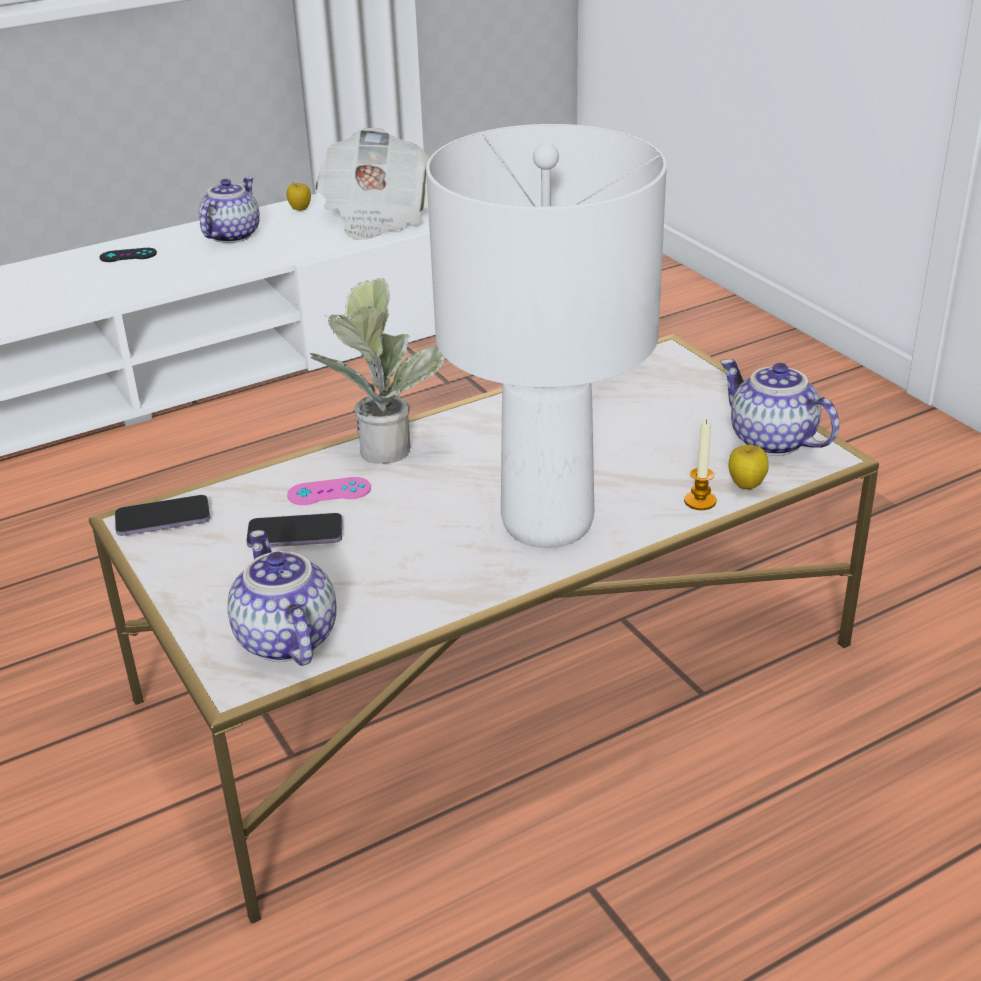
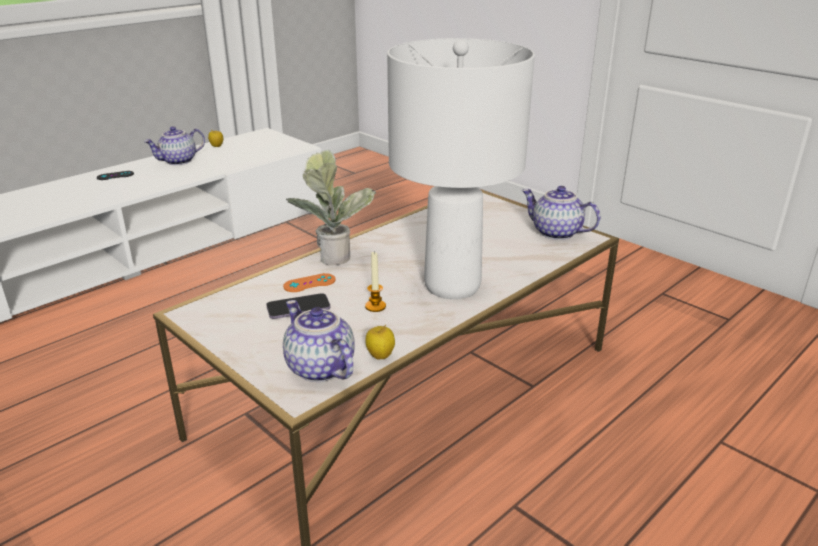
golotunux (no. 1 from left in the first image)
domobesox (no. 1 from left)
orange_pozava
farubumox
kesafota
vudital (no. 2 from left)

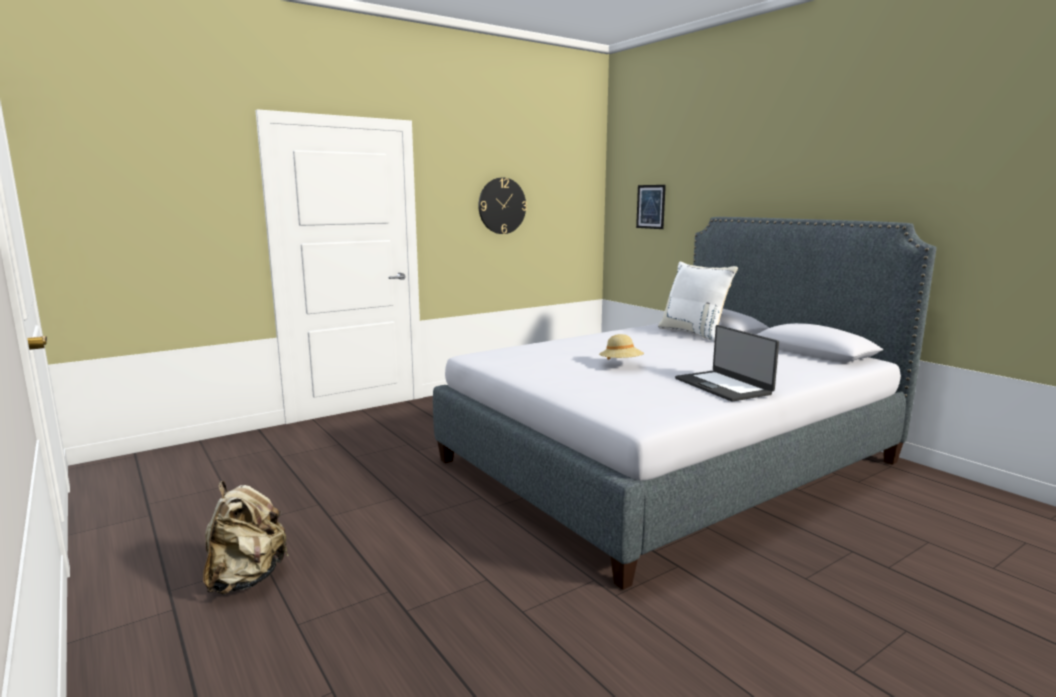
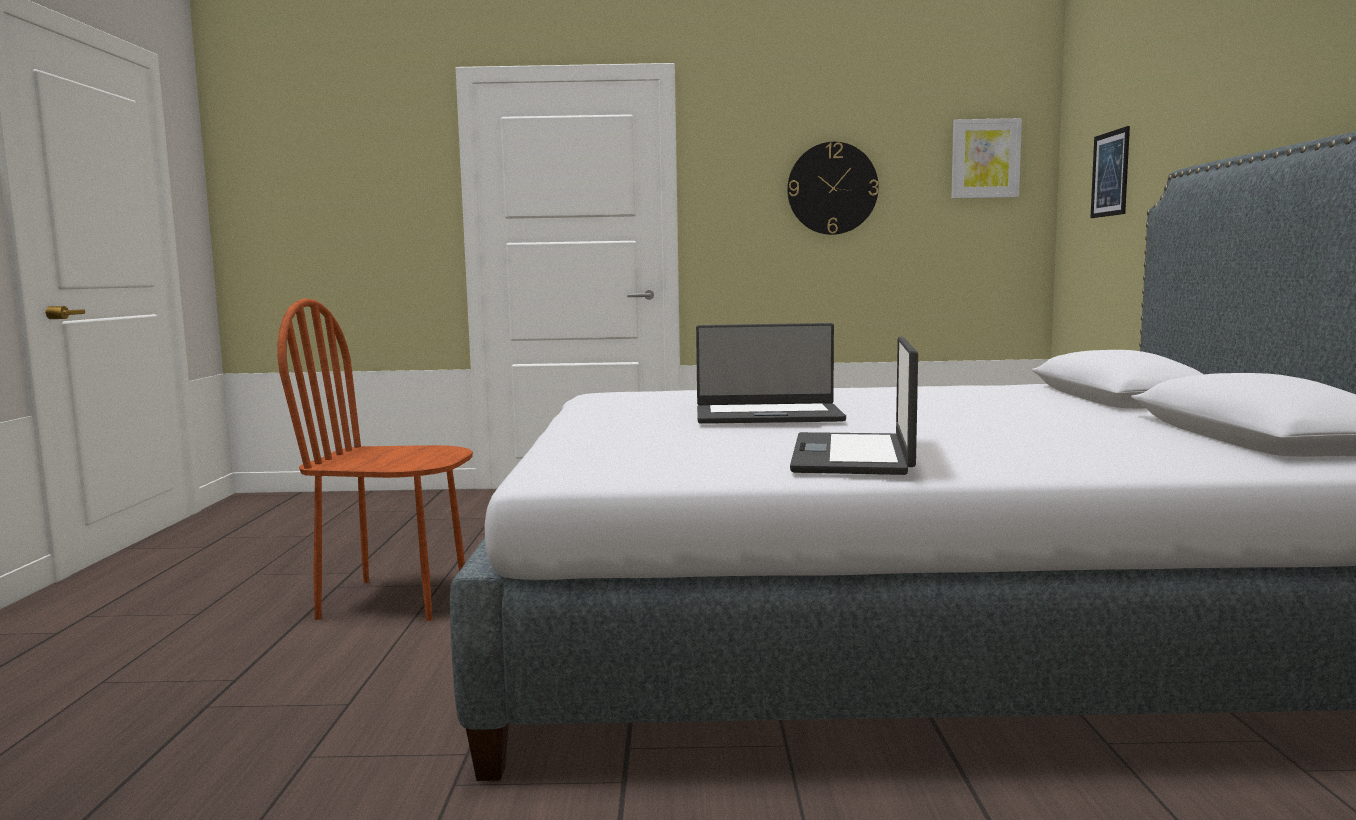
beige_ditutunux
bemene (no. 1 from left)
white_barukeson
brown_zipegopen
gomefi (no. 1 from left)

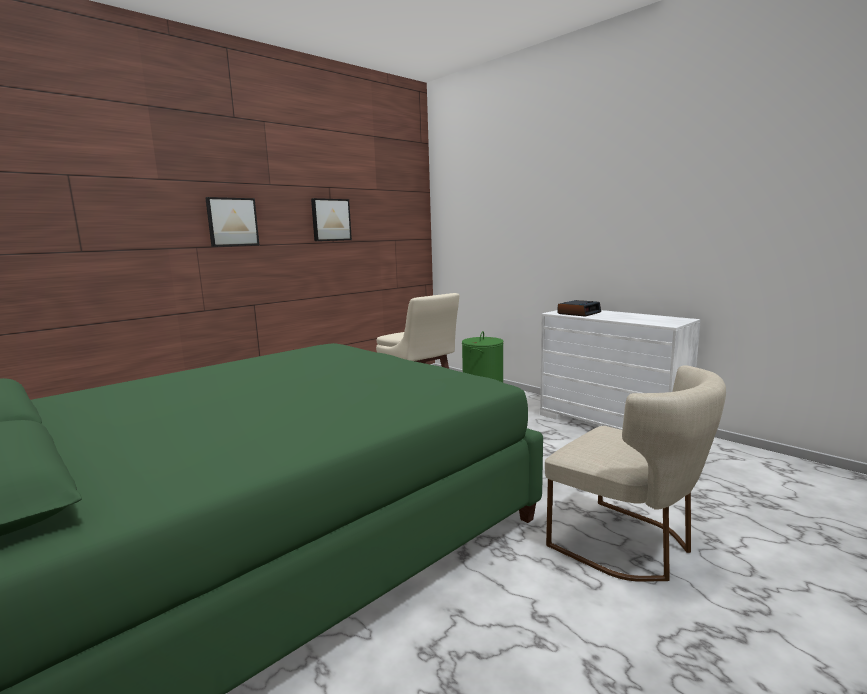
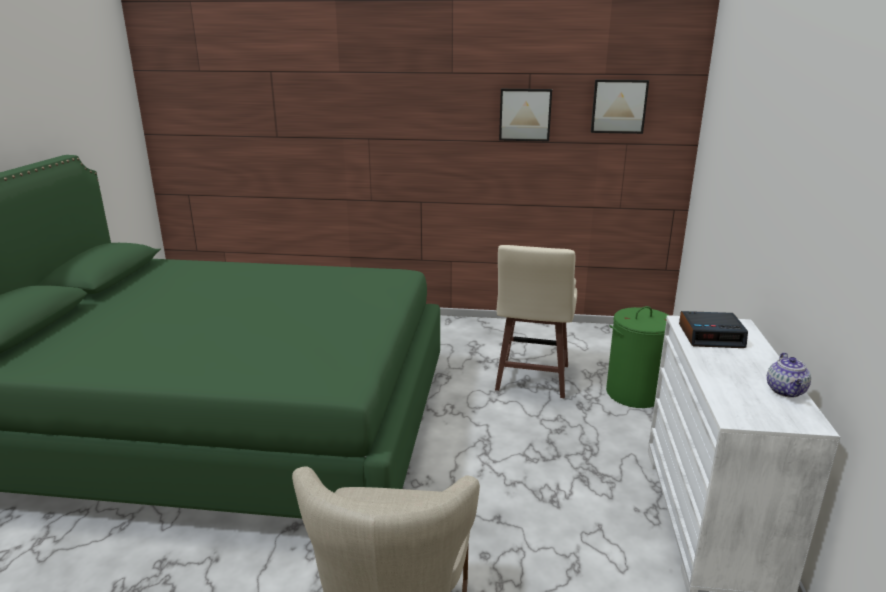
gomefi (no. 2 from left)
domobesox

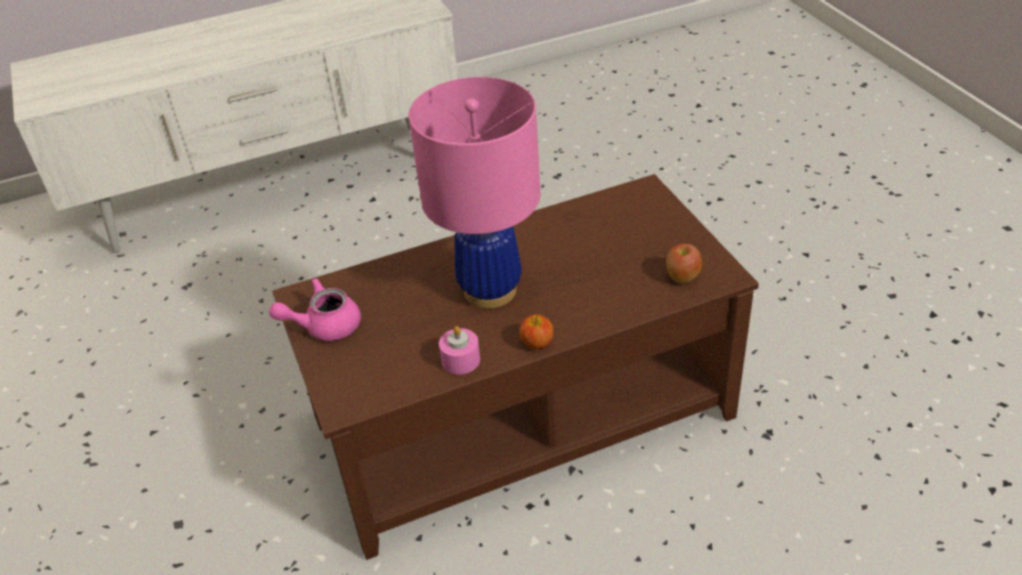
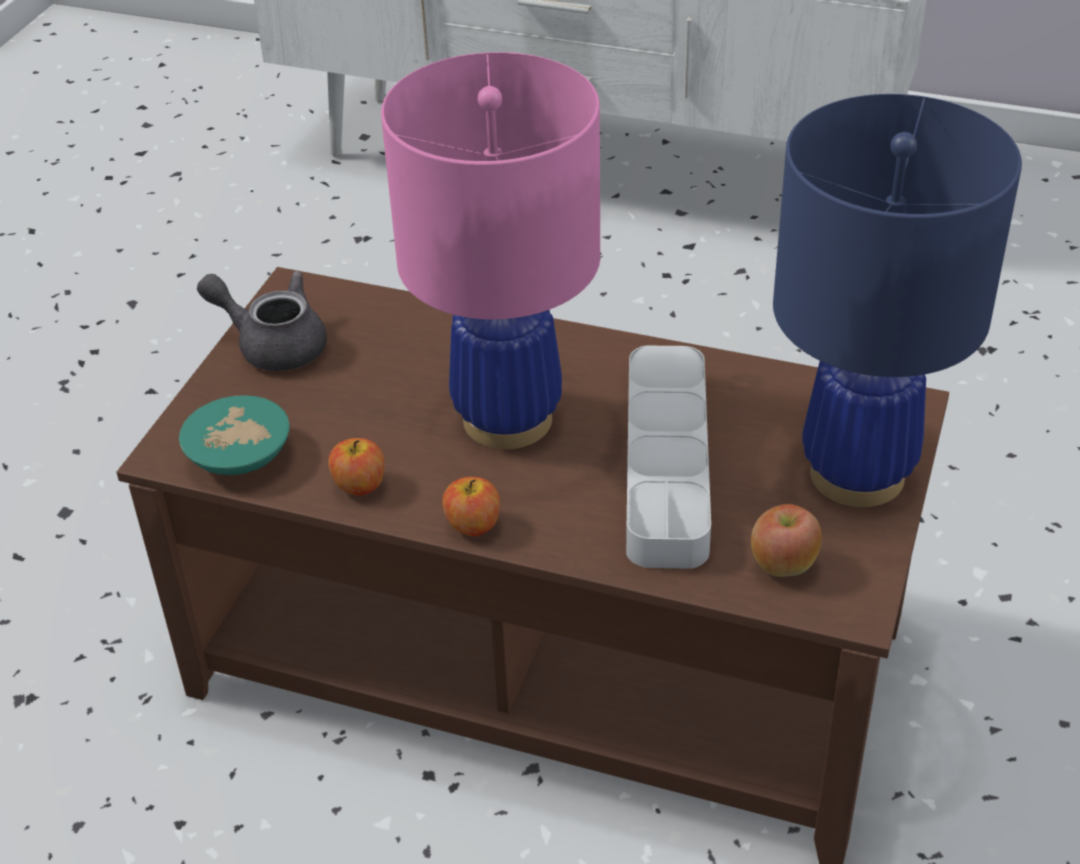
grey_domobesox
vudital (no. 1 from left)
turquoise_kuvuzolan
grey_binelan
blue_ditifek

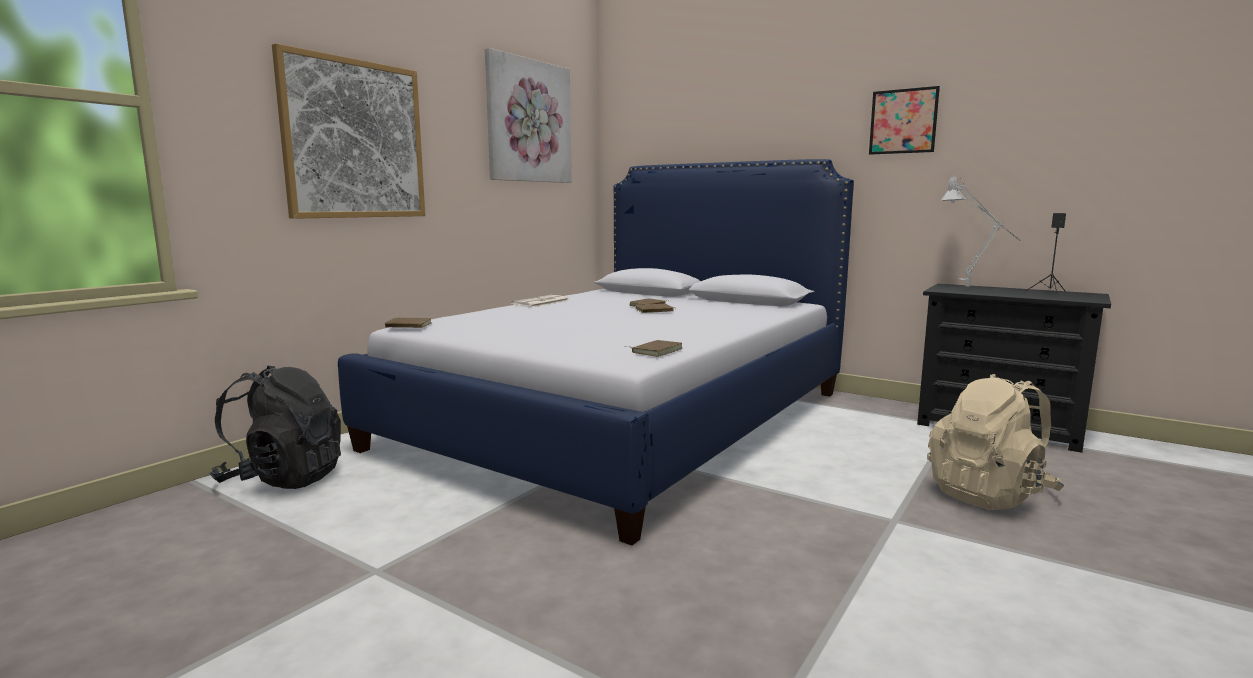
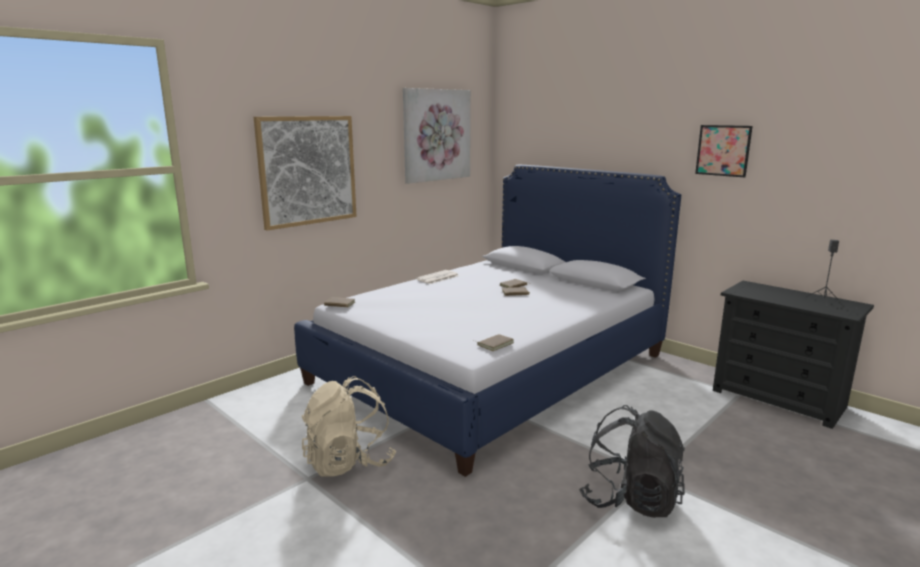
black_ditutunux
beige_ditutunux
grey_ditifek

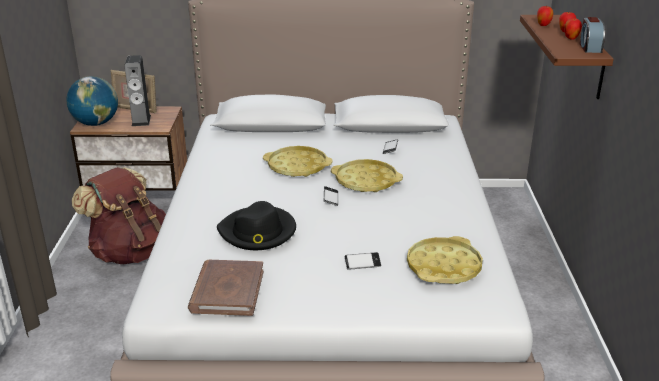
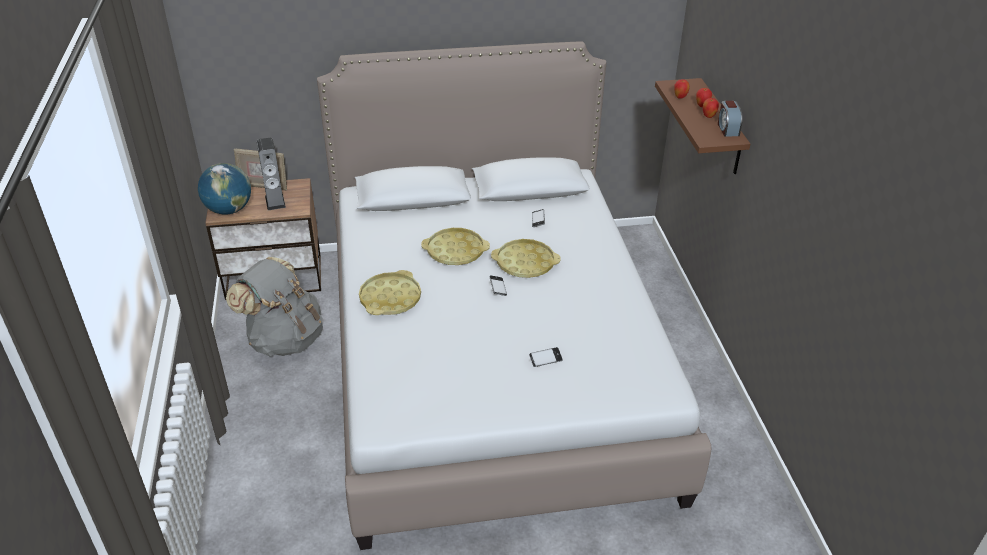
grey_ditutunux
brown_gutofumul
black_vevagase
yellow_binelan (no. 1 from left)

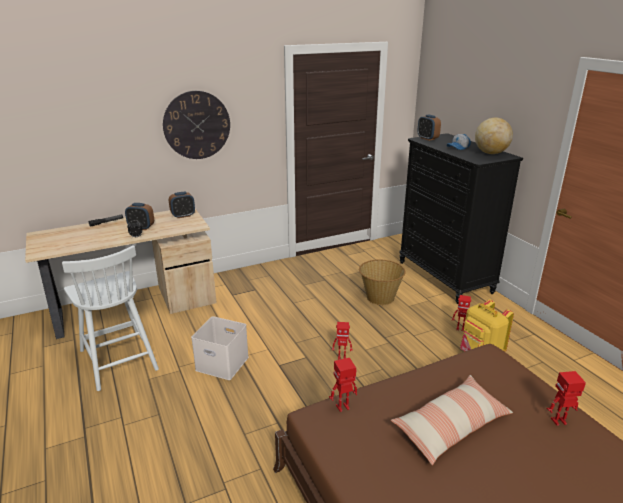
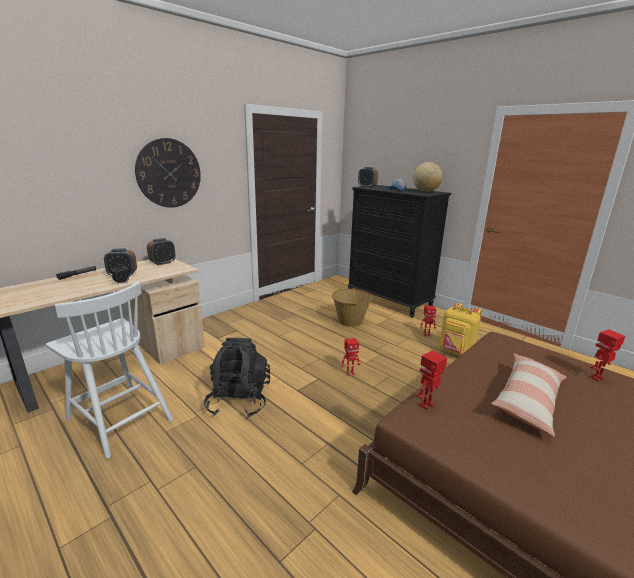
black_ditutunux

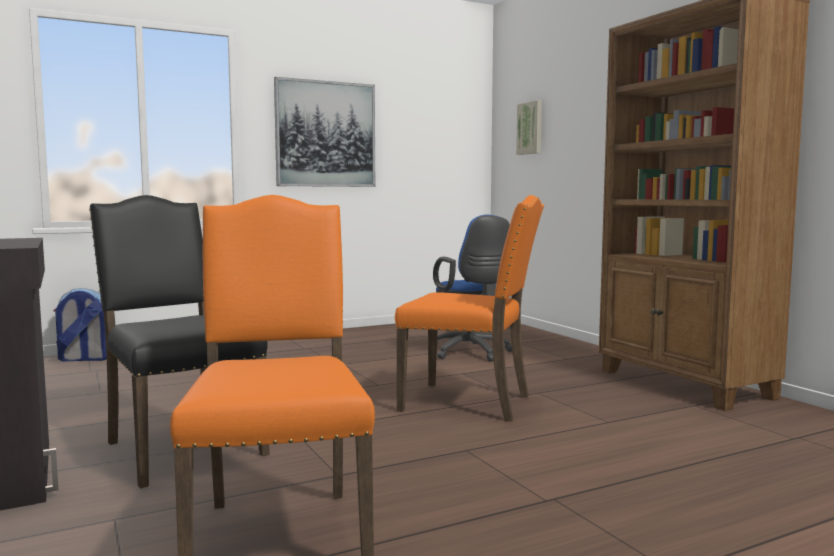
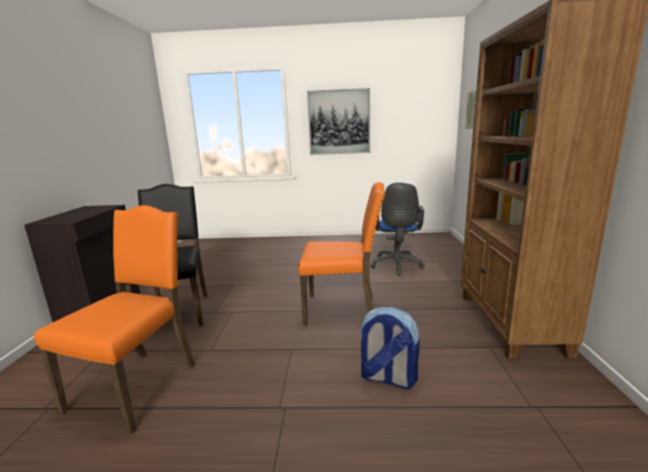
ditutunux
orange_zipegopen (no. 2 from left)

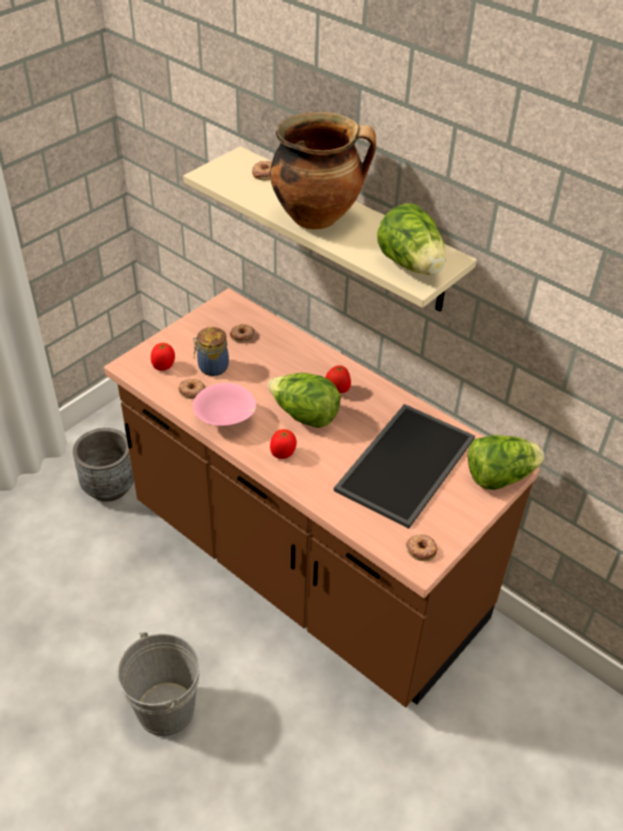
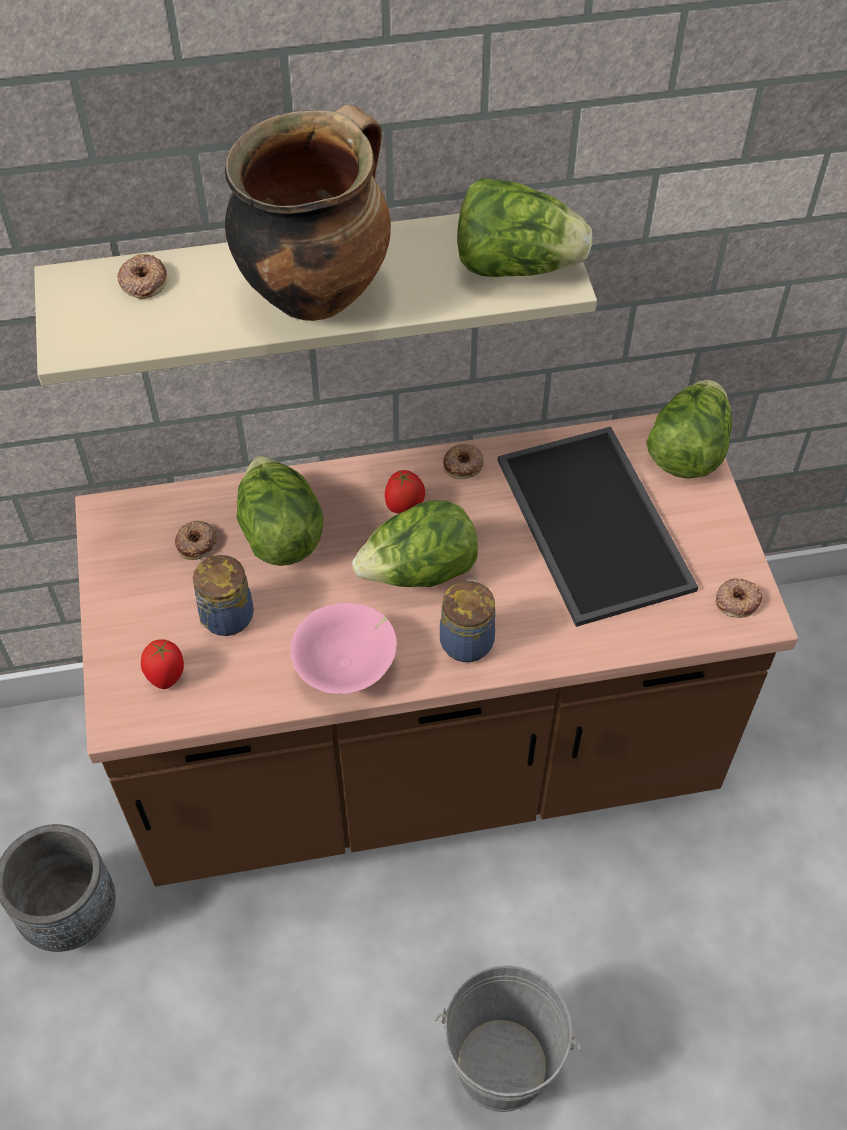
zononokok (no. 3 from left)
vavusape (no. 2 from left)
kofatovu (no. 1 from left)

